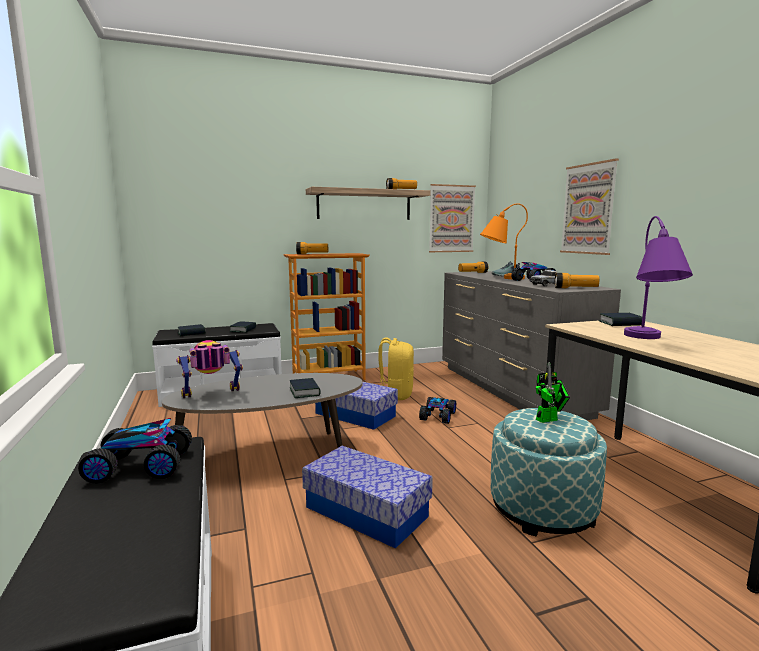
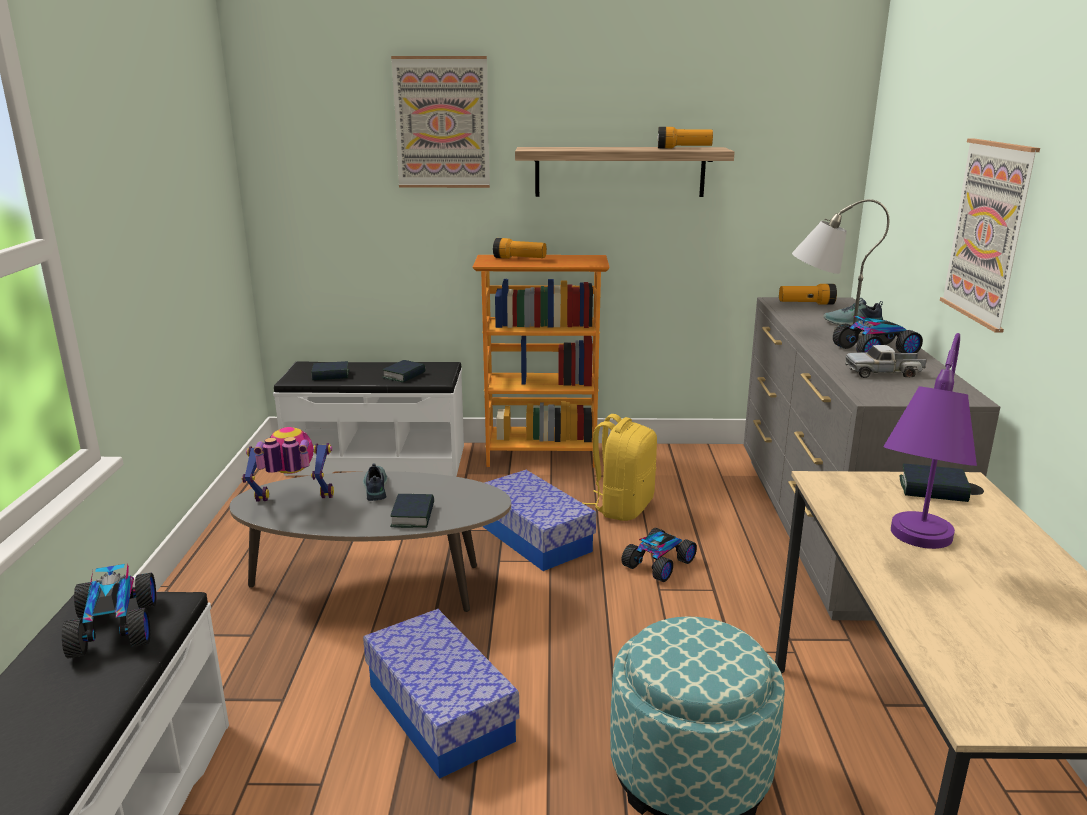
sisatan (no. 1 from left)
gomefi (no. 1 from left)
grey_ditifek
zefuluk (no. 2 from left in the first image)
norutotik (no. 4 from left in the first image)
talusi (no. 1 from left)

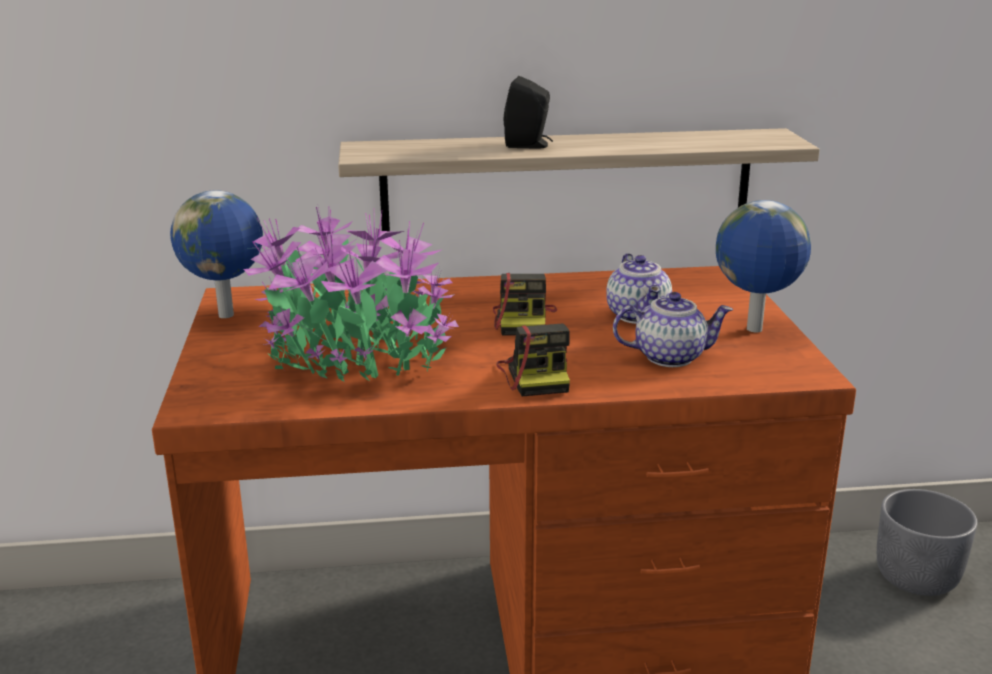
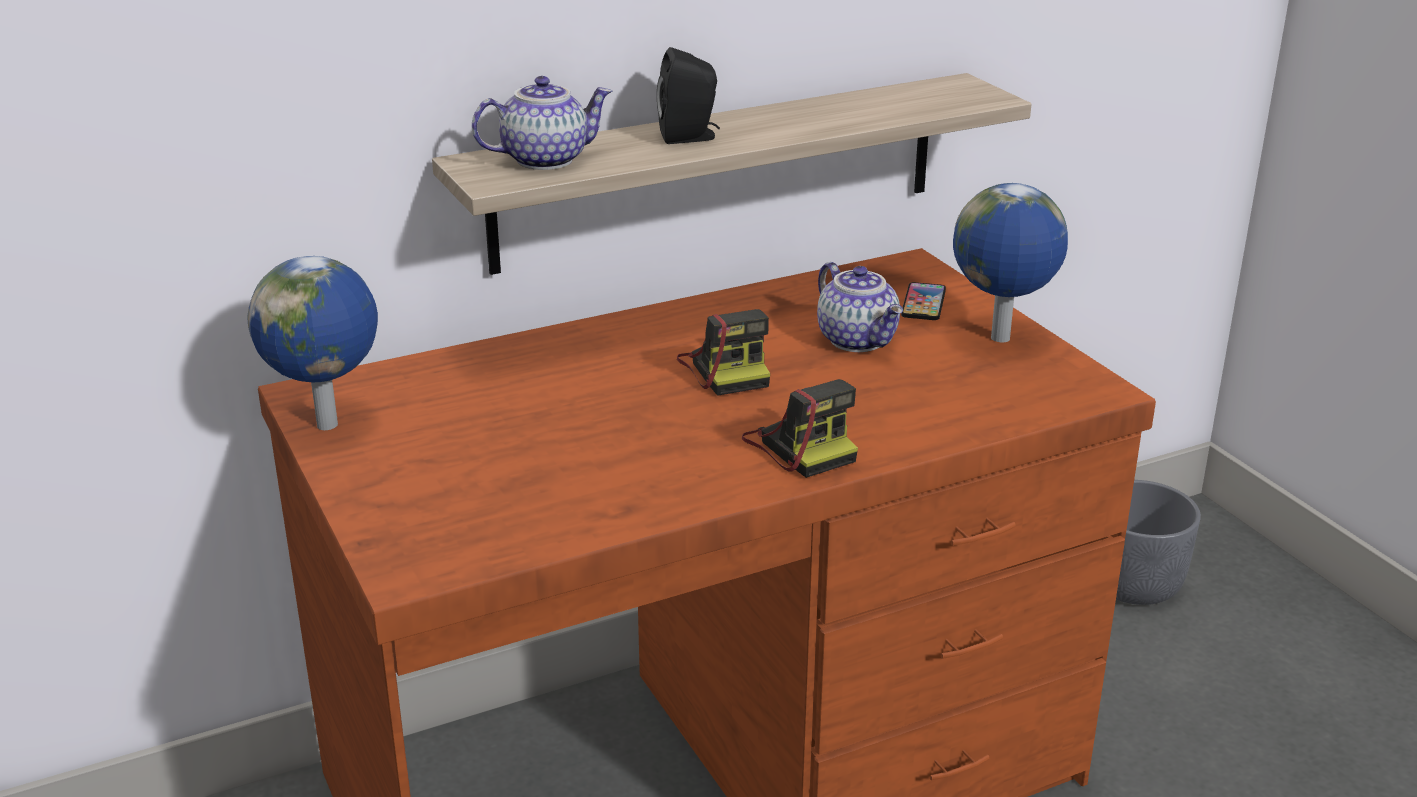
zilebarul
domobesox (no. 1 from left)
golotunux

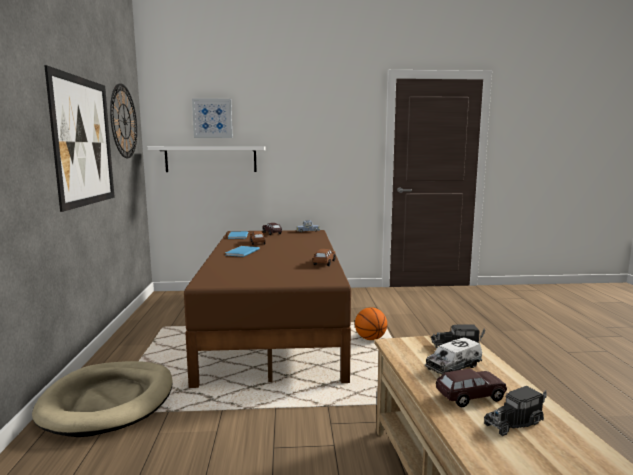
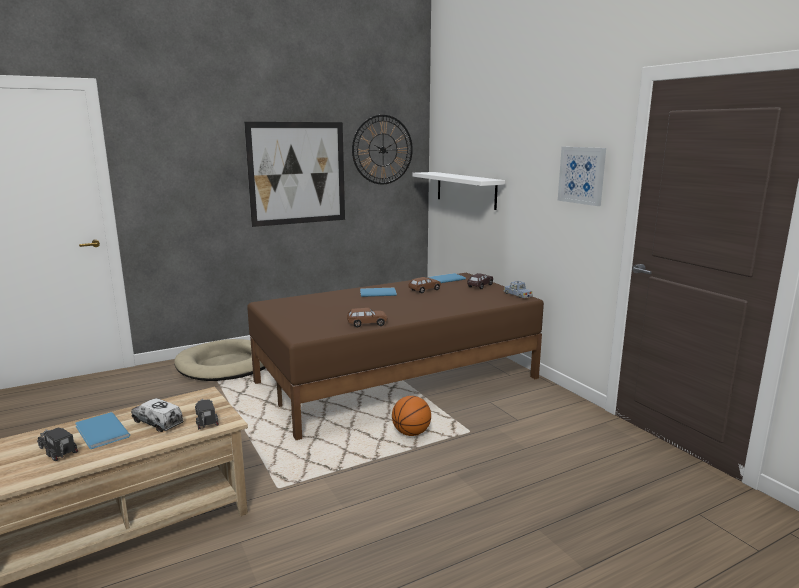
gomefi (no. 2 from left)
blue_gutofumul (no. 1 from left)

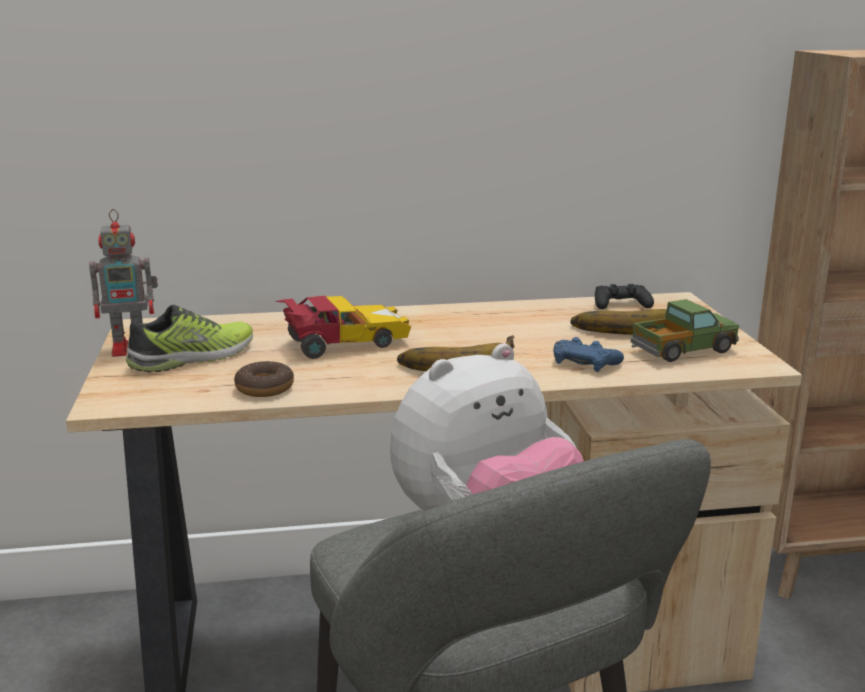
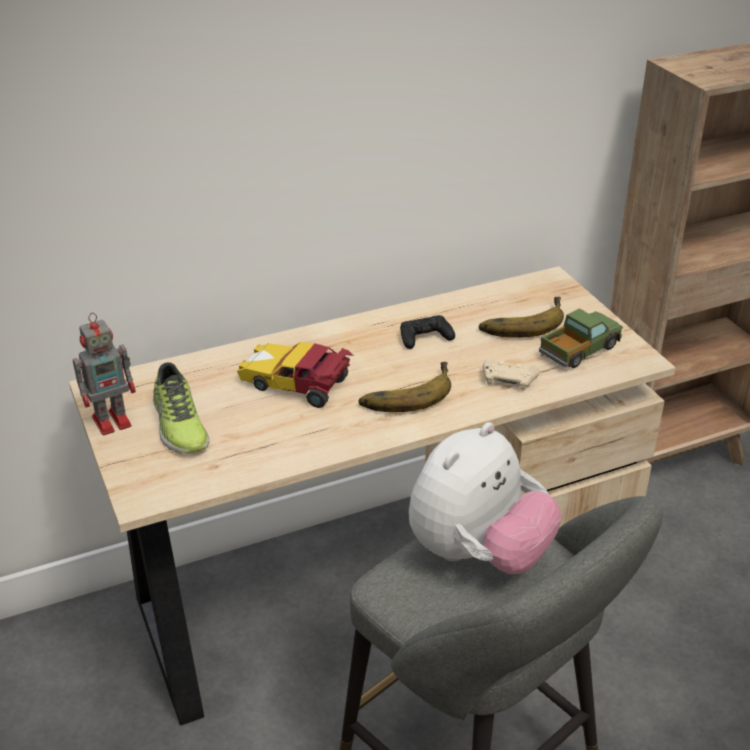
talusi
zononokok
sisatan
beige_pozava
black_pozava

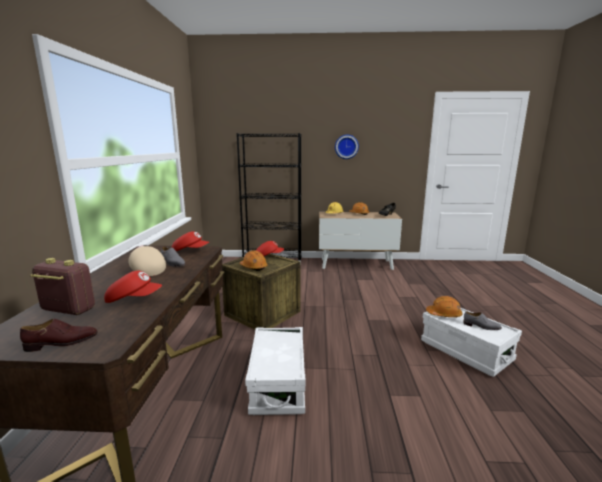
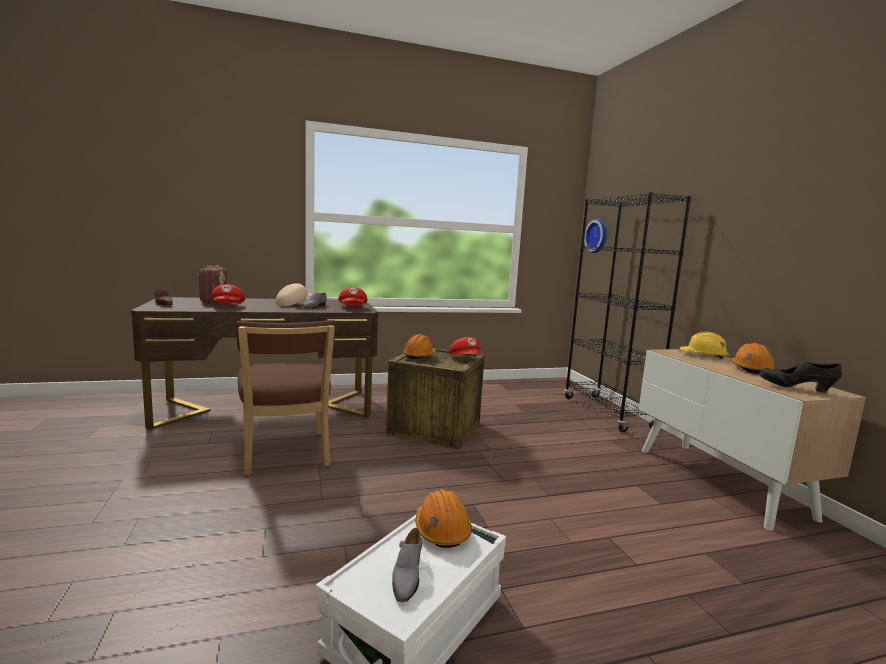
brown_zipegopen
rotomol

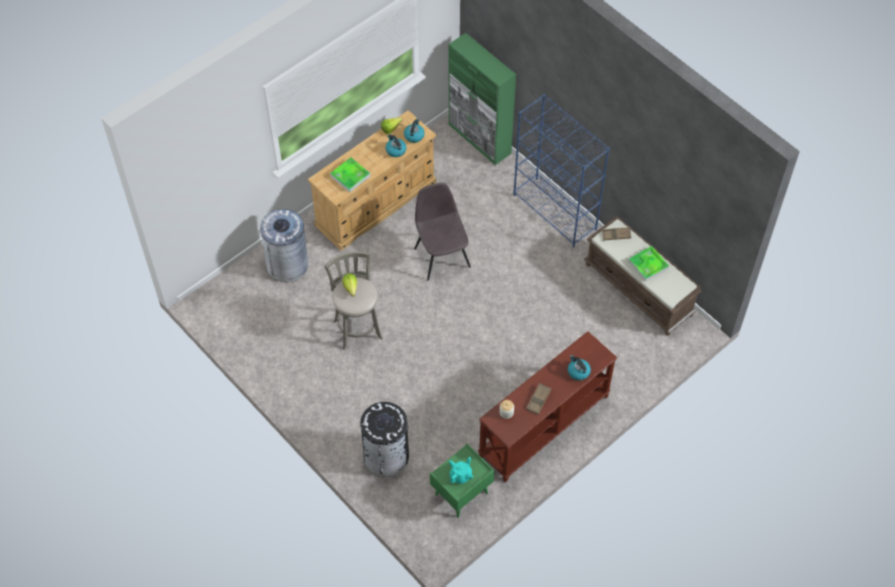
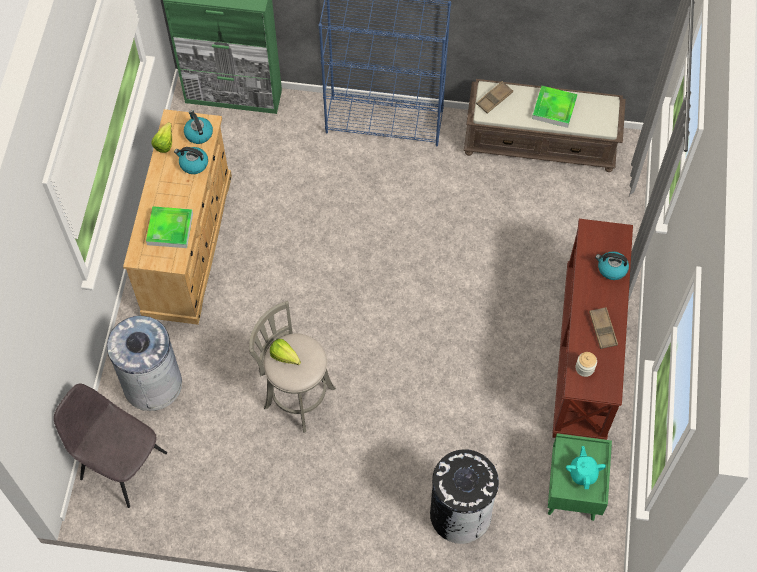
grey_zipegopen

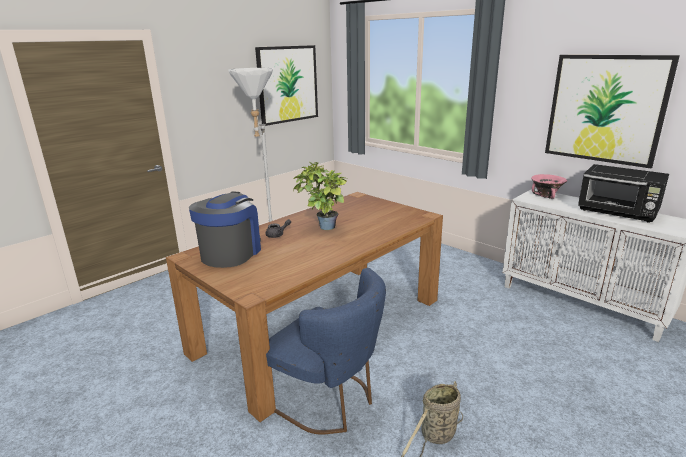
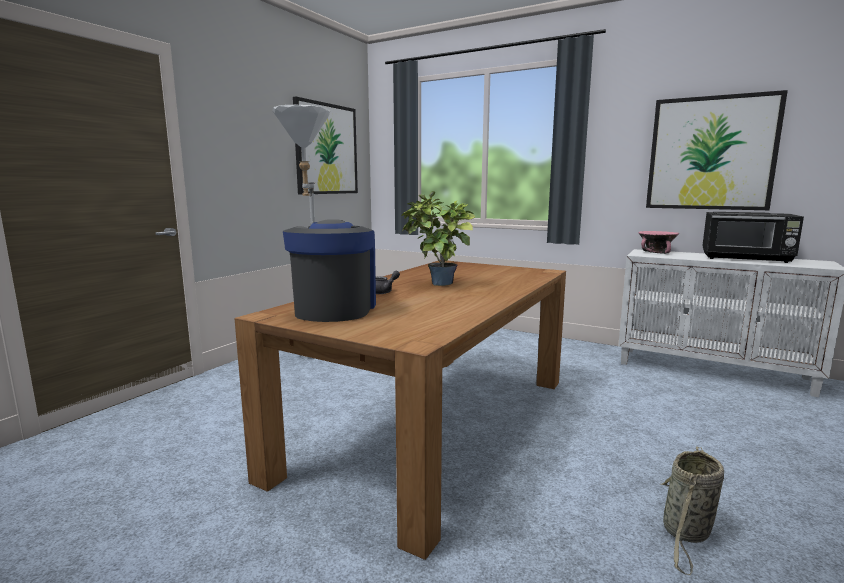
blue_zipegopen

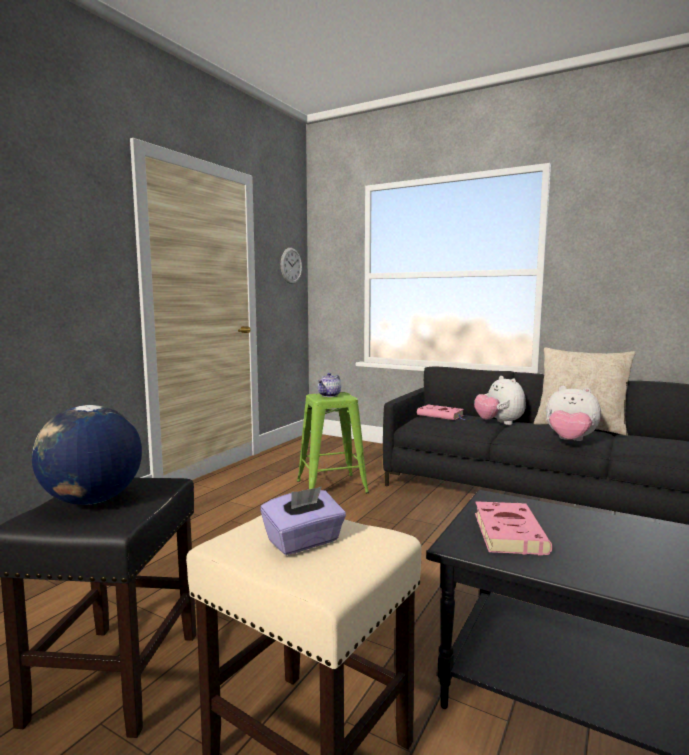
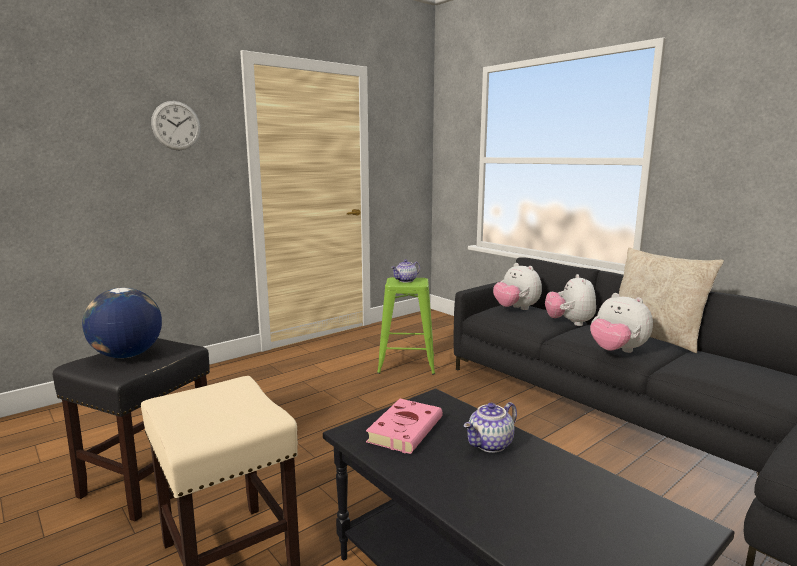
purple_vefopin
rotomol
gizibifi (no. 1 from left)
domobesox (no. 2 from left)

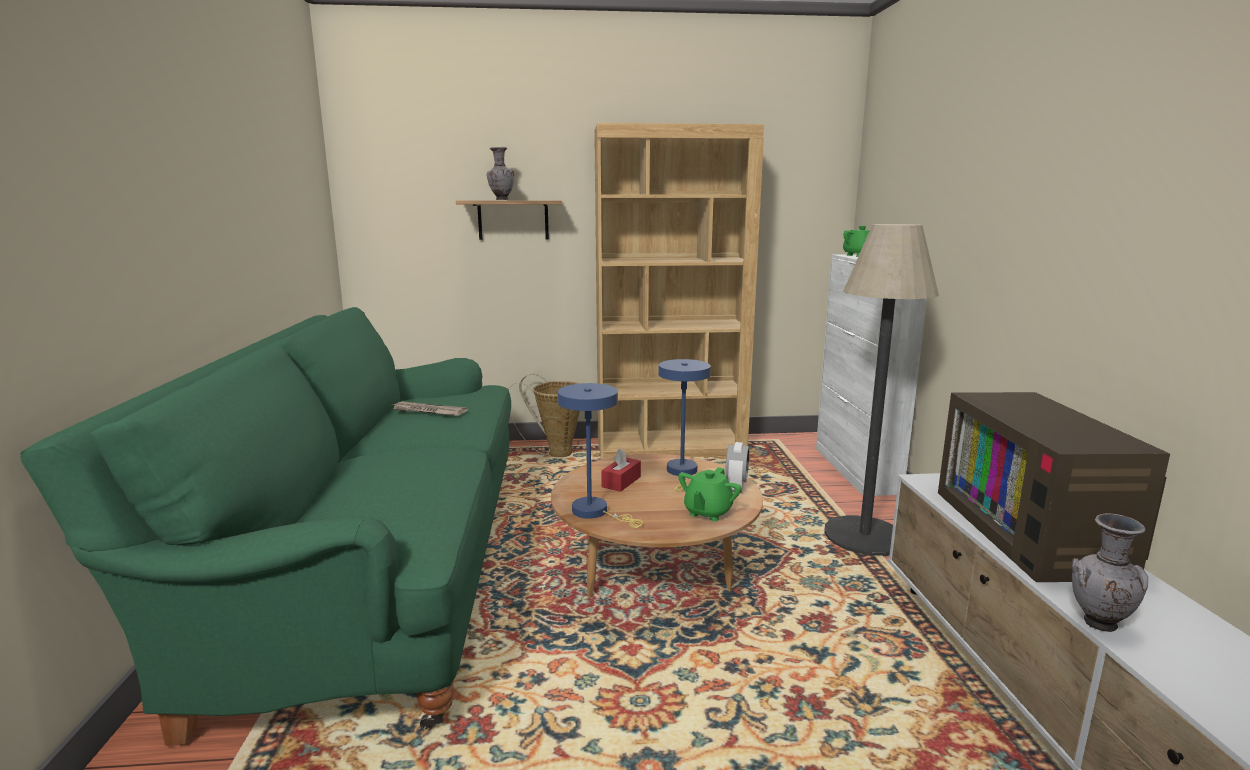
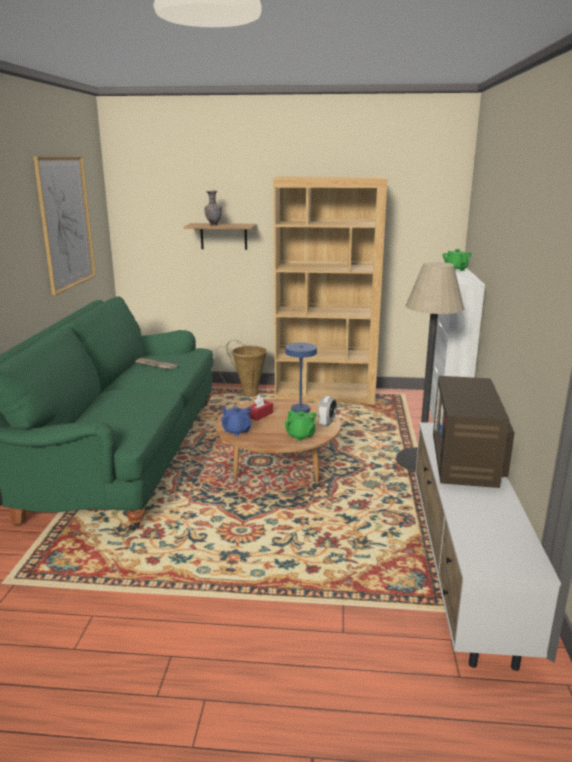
blue_domobesox
green_domobesox (no. 1 from left)
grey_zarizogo (no. 2 from left in the first image)
gomefi

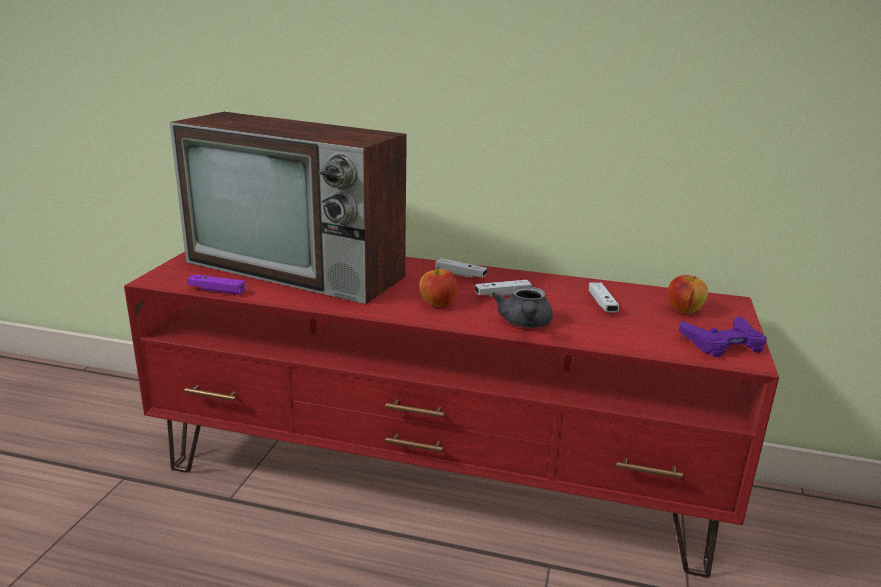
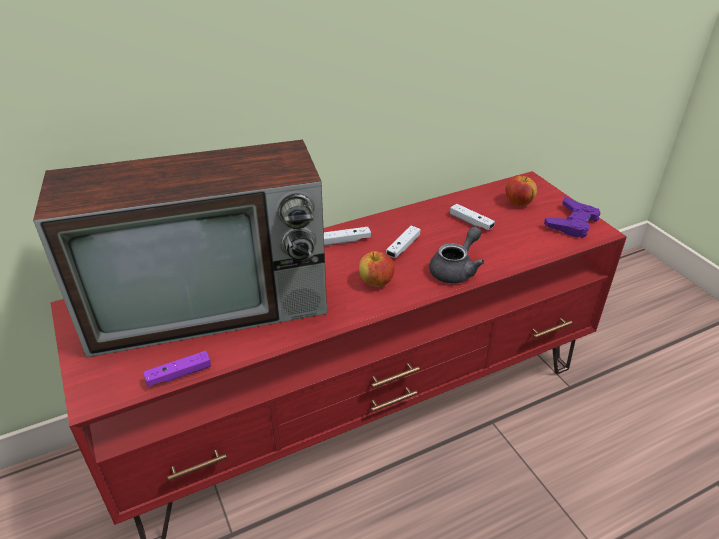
grey_domobesox

